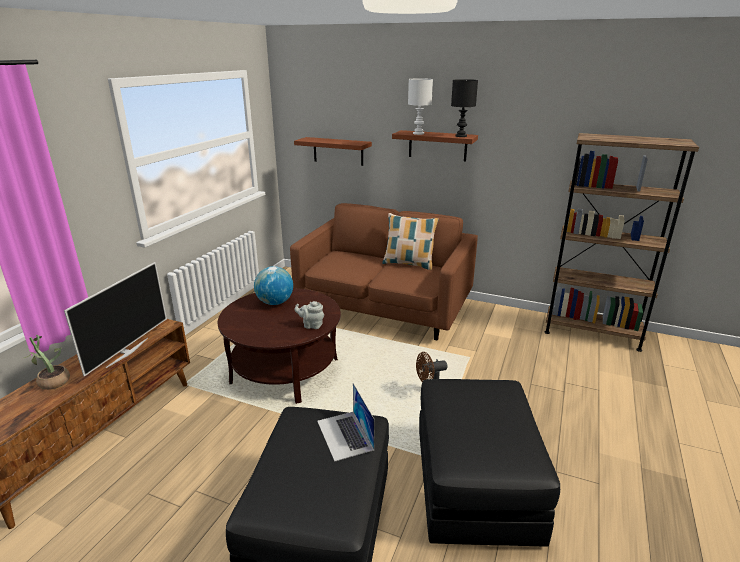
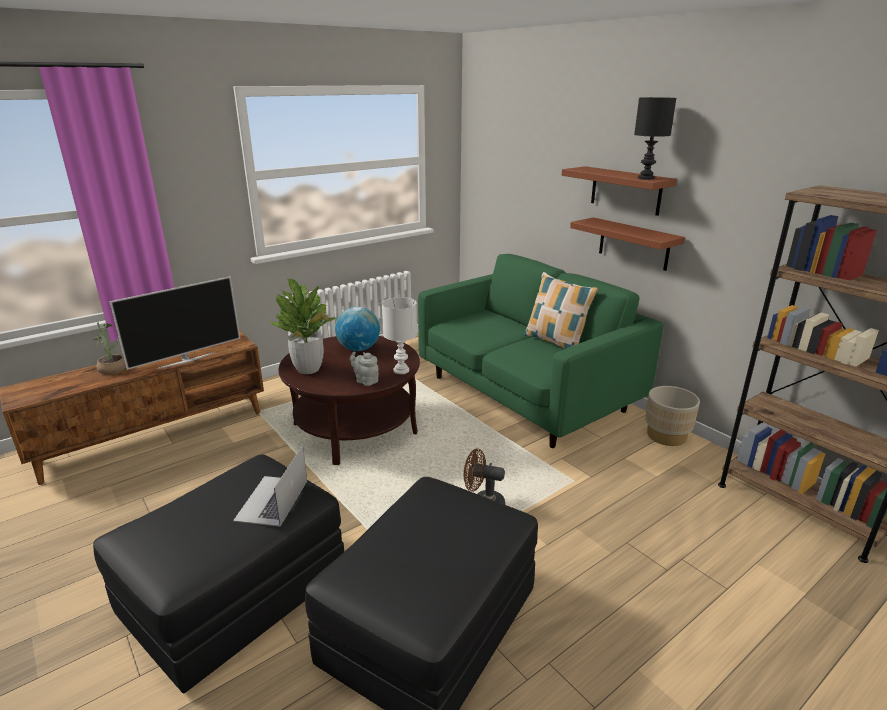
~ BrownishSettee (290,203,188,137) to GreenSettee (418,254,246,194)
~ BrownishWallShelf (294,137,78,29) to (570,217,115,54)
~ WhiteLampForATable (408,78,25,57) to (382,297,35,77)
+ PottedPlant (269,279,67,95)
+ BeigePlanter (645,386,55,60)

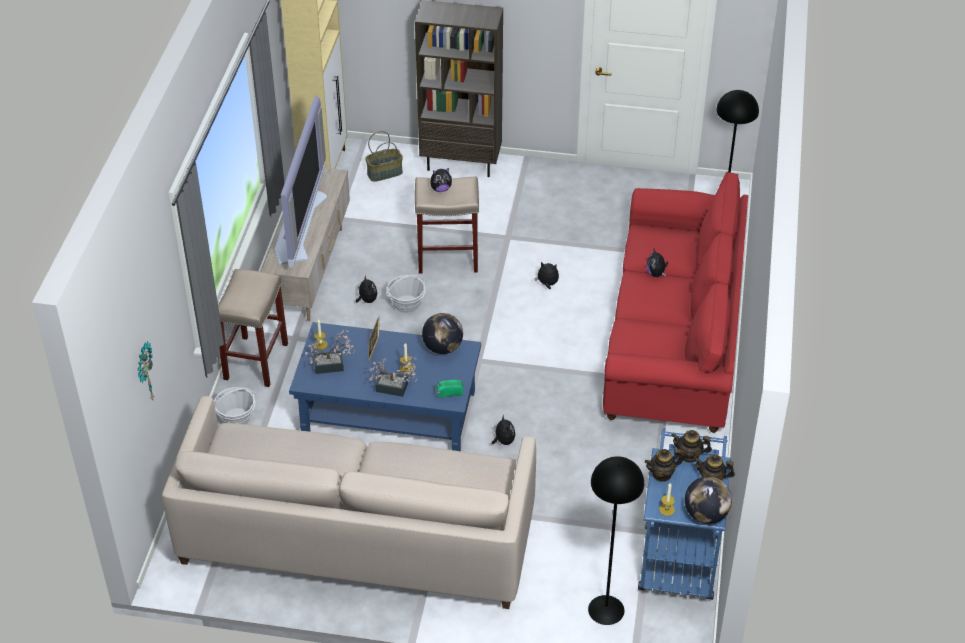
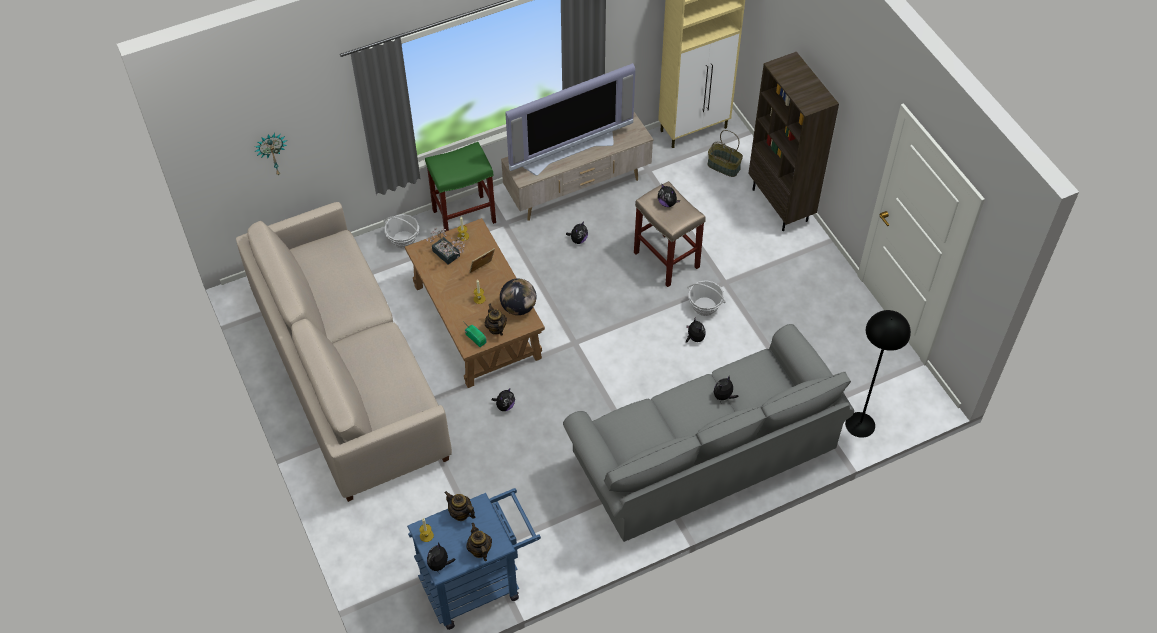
~ BeigeSittingStool (218,269,70,118) to GreenSittingStool (425,142,71,90)
~ BluishLoungeTable (289,322,192,129) to BrownishLoungeTable (405,218,140,170)
- PottedPlant (369,356,48,41)
~ HouseholdBasket (386,275,40,38) to (687,280,39,36)
- BlackStandardLamp (588,456,56,169)
~ RedSettee (603,172,145,261) to GraySettee (563,324,291,218)
~ PotForTea (671,430,41,33) to (485,304,22,32)
~ WorldGlobe (685,476,47,48) to CuddlyToy (427,542,29,29)

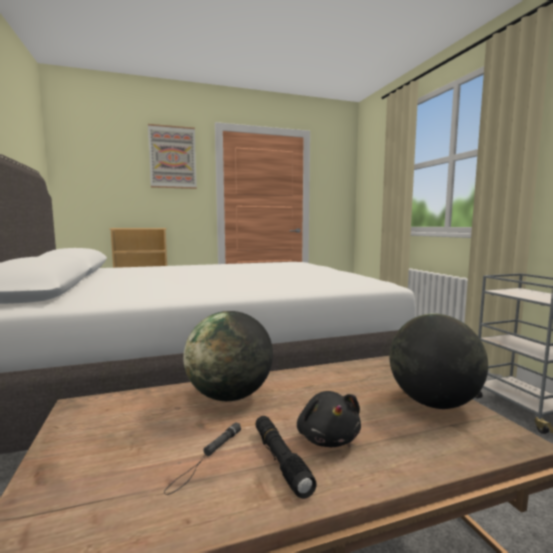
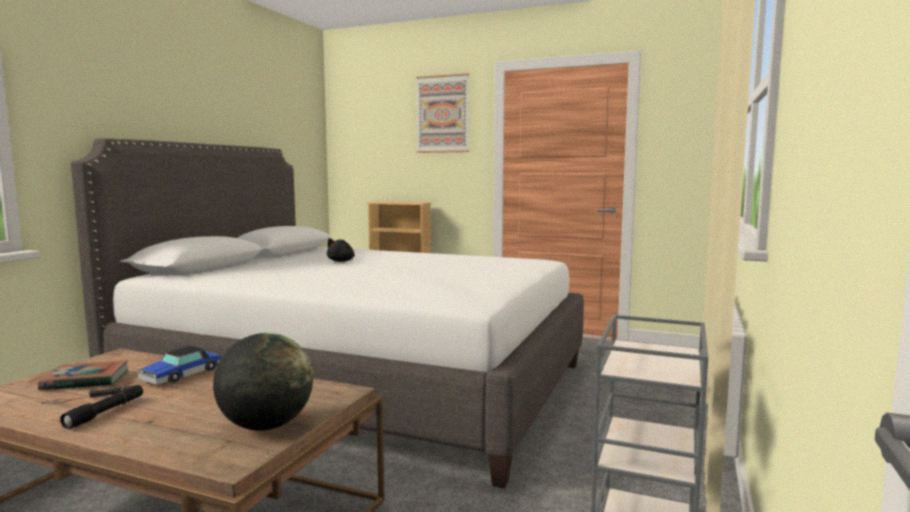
~ WorldGlobe (183,311,90,90) to ModelCar (138,346,83,39)
~ BlackCuddlyToy (297,391,64,56) to (327,238,28,24)
+ BoundBook (38,360,90,30)

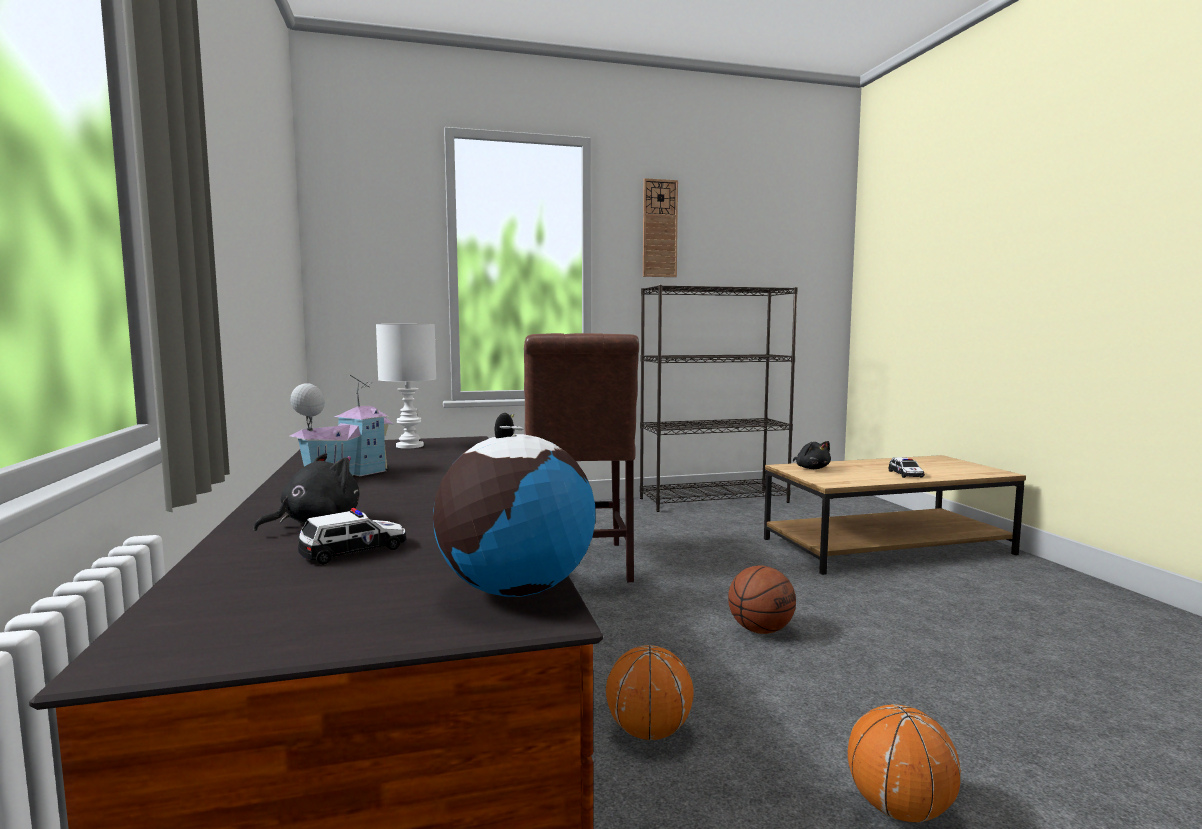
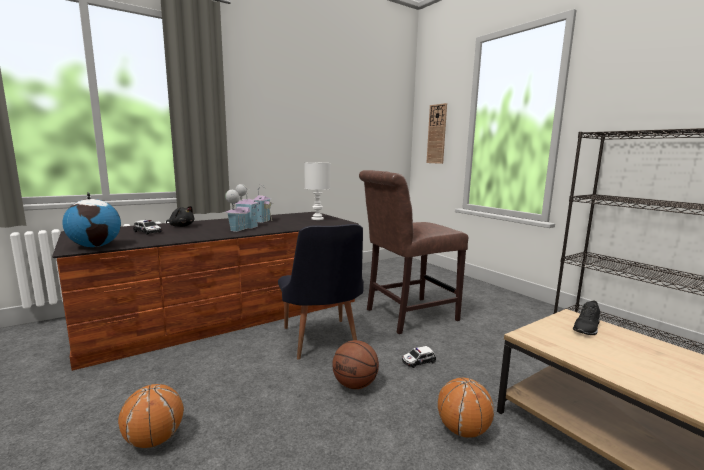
~ BasketballBall (606,645,88,95) to (438,378,56,60)
~ WallClock (643,178,35,99) to (427,103,20,61)
~ BlackCuddlyToy (793,441,38,28) to BlackShoe (573,301,27,34)
~ ModelCar (888,457,37,21) to (402,346,34,22)
+ ModelHouse (225,185,33,47)
+ BlackPlainChair (278,224,86,135)

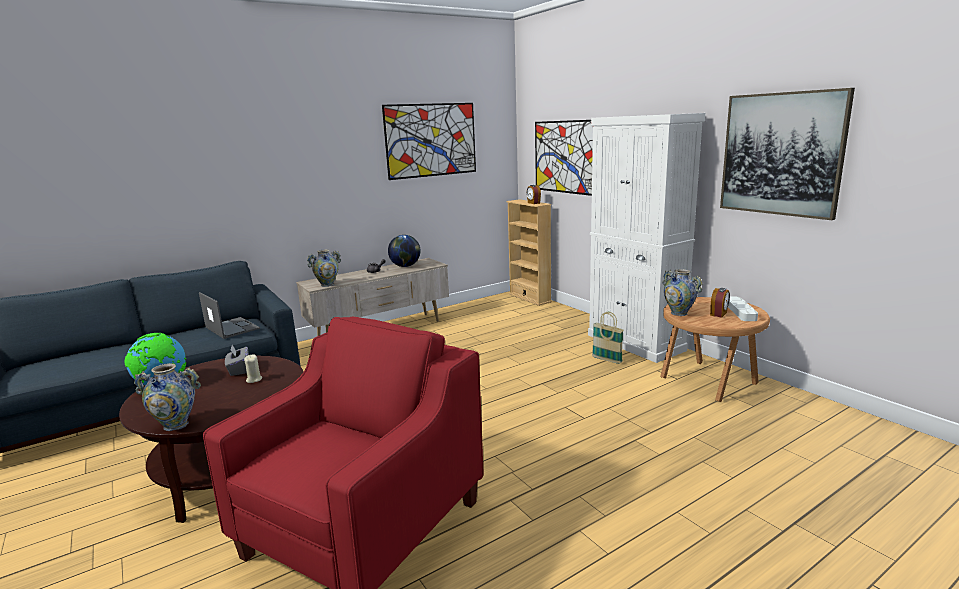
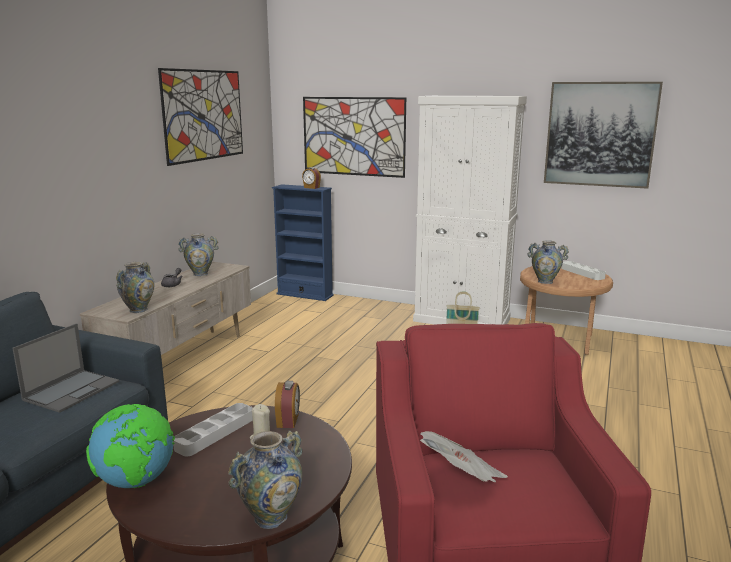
~ PortableComputer (199,292,61,47) = (12,323,107,90) 105 degrees clockwise
~ GrayTissueHolder (225,345,24,31) to GrayTray (173,403,80,53)
~ WorldGlobe (388,235,32,32) to Vase (178,233,40,43)
~ BeigeBookshelf (506,199,46,107) to BluishBookshelf (272,184,62,117)
~ BedsideClock (710,288,20,29) to (275,381,25,47)
+ PrintedPaper (420,431,88,51)

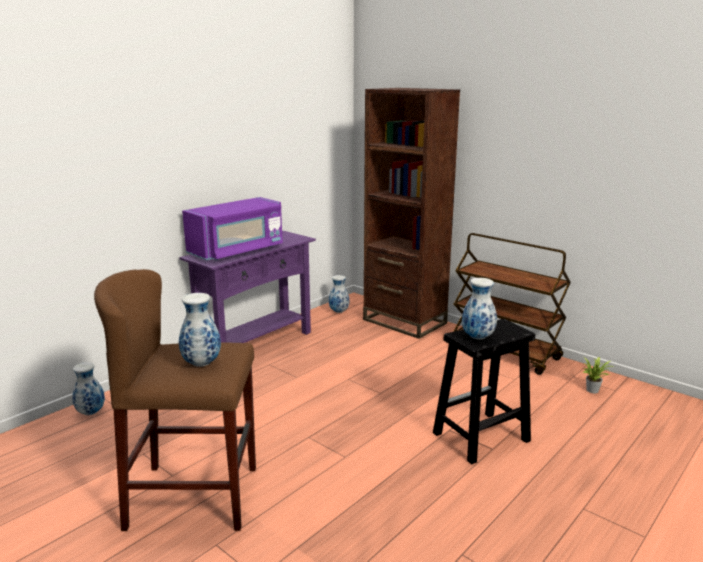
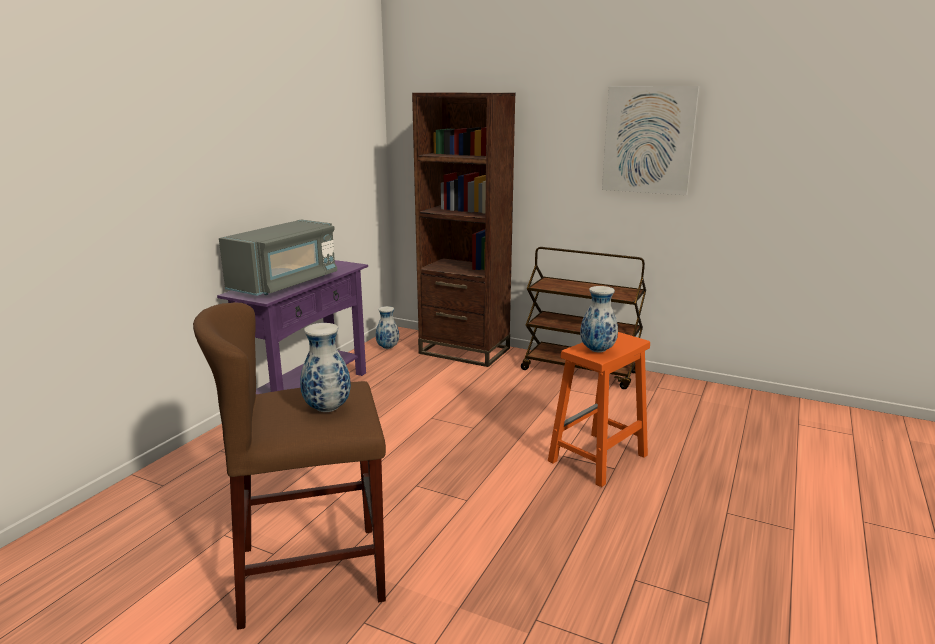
- Vase (72,362,33,53)
~ PurpleKitchenMicrowave (182,197,101,63) to GrayKitchenMicrowave (219,219,118,77)
~ BlackSittingStool (433,319,102,145) to OrangeSittingStool (548,332,102,155)
- PottedPlant (583,357,31,36)
+ WallPicture (602,86,98,109)

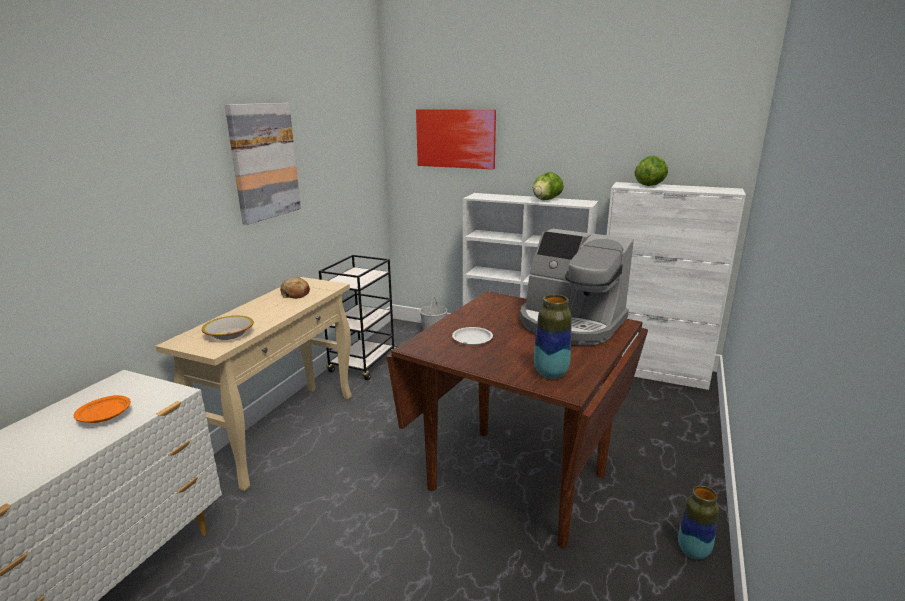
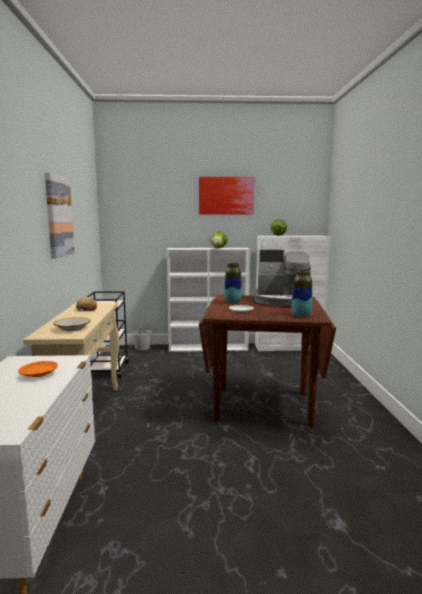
~ WallPicture (416,109,80,60) to (199,177,55,38)
~ Vase (678,486,41,74) to (224,263,18,40)

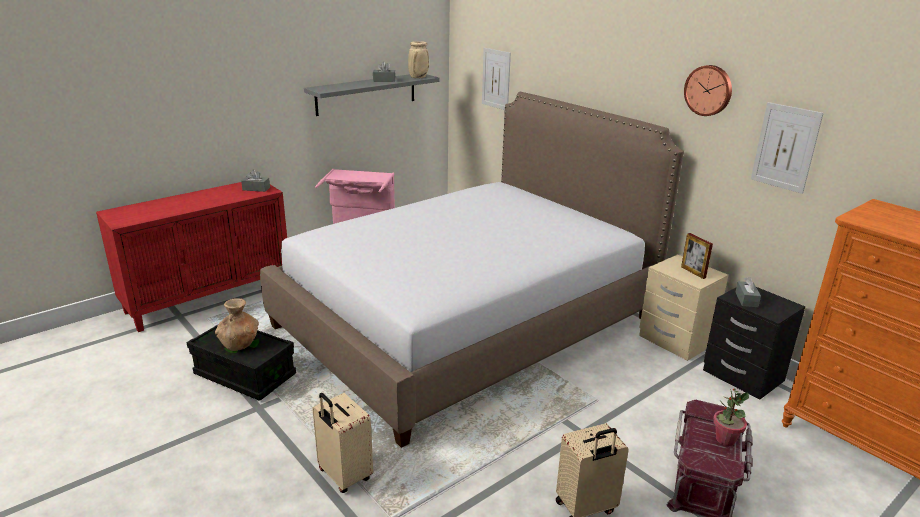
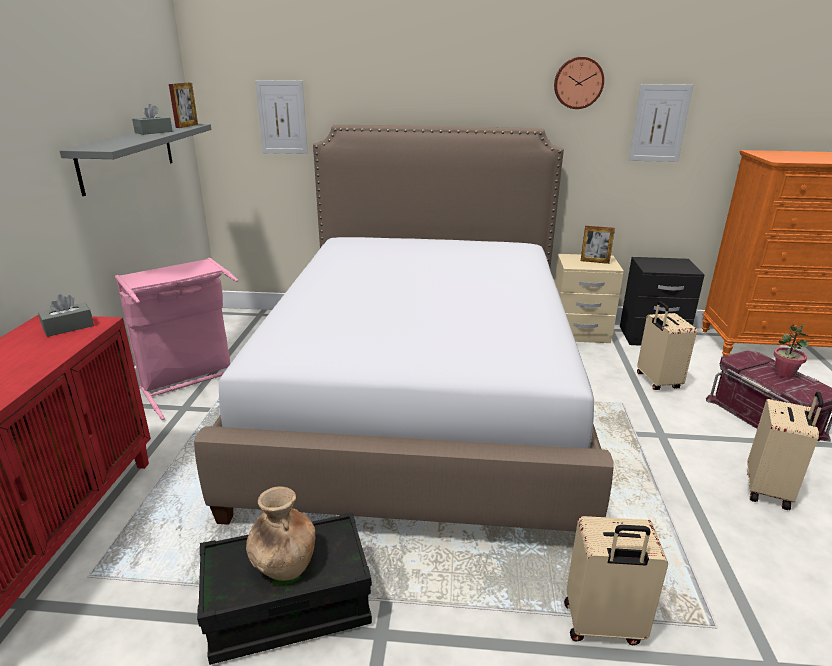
~ BeigeVase (408,41,21,37) to StandingFrame (169,83,29,45)
- GrayTissueHolder (736,277,25,30)
+ BeigePieceOfLuggage (637,301,60,89)

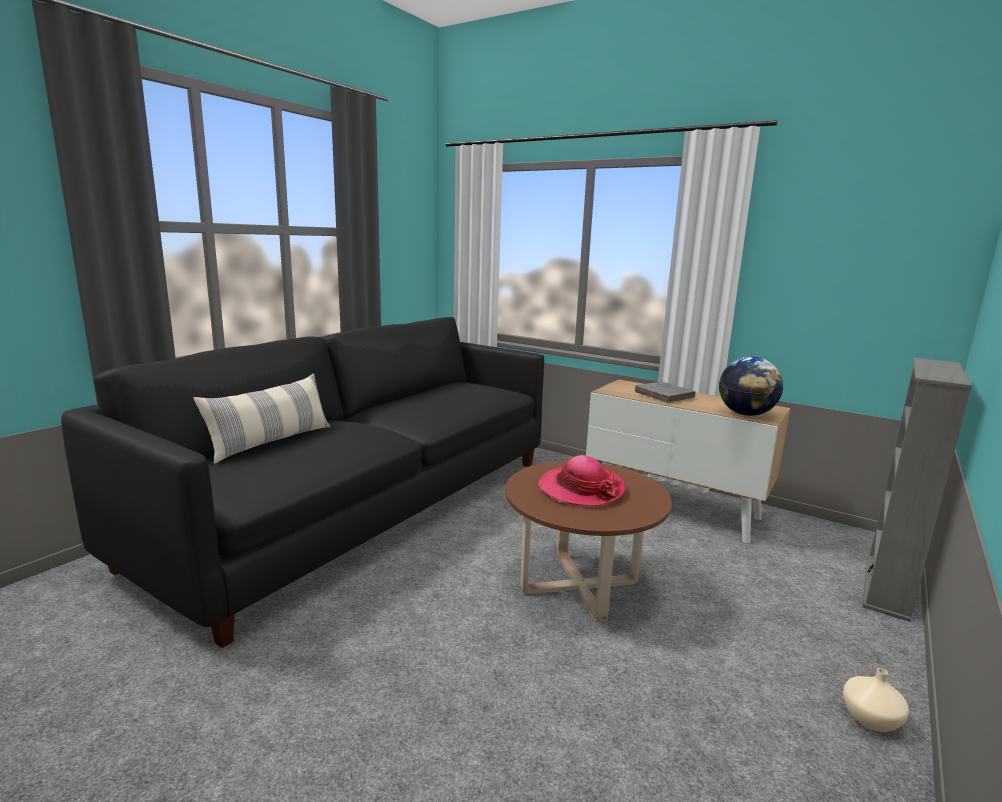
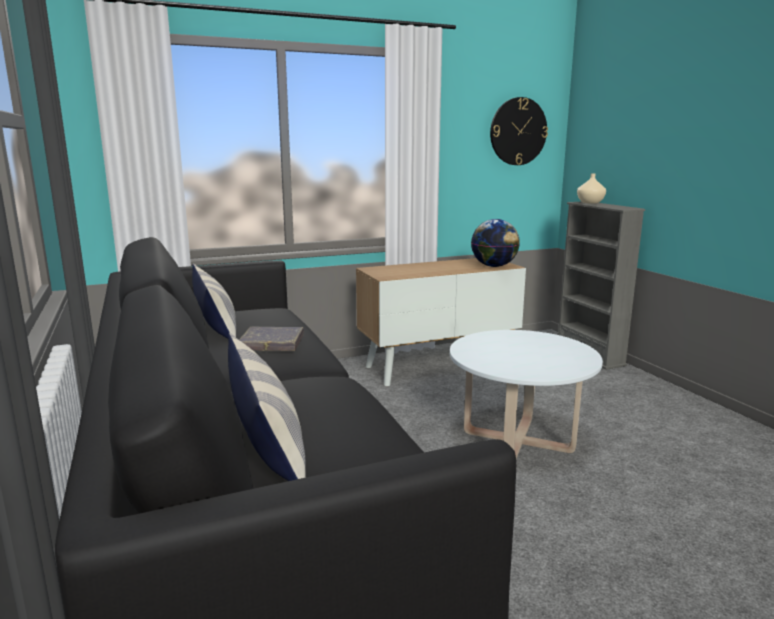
~ BrownishLoungeTable (505,461,167,161) to WhiteLoungeTable (450,330,153,129)
- Hat (538,455,88,51)
~ GrayBoundBook (635,382,61,20) to (239,327,65,24)
~ BeigeVase (843,668,66,64) to (577,173,29,31)
+ ThrowPillow (192,264,44,75)
+ WallClock (490,97,58,68)

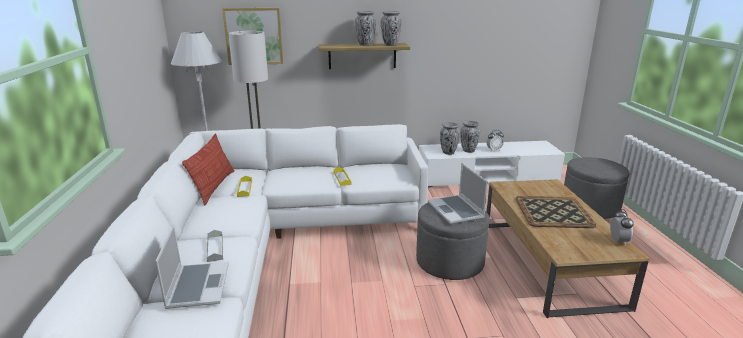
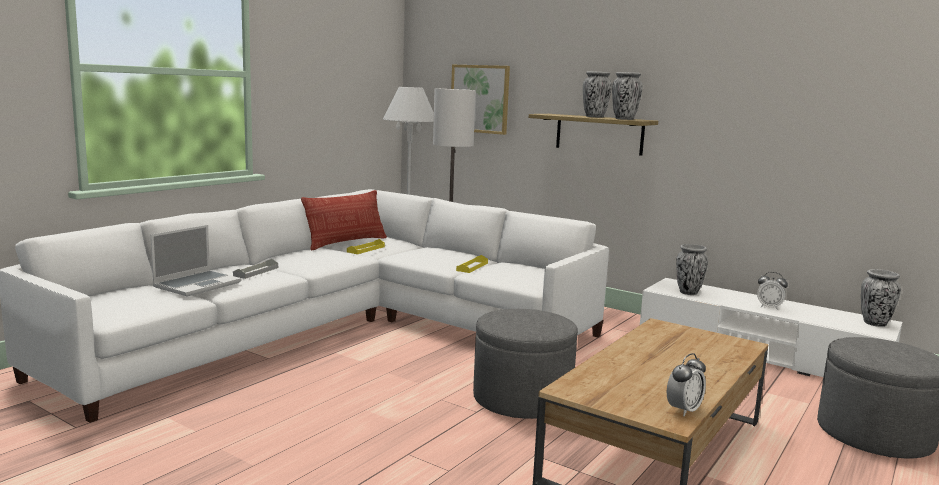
- PortableComputer (428,163,60,61)
~ Vase (460,120,20,33) to (861,269,40,58)
- Tray (516,196,81,32)

